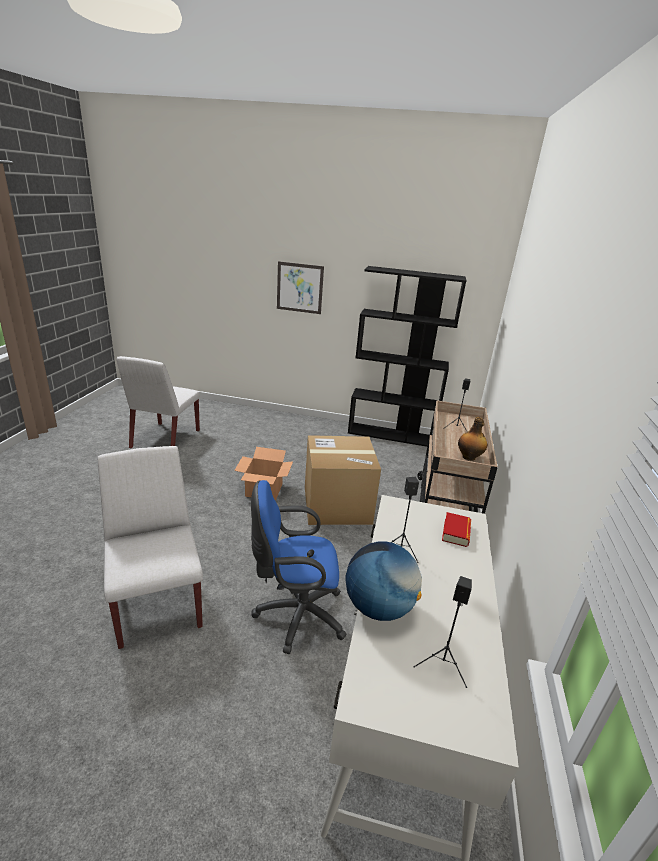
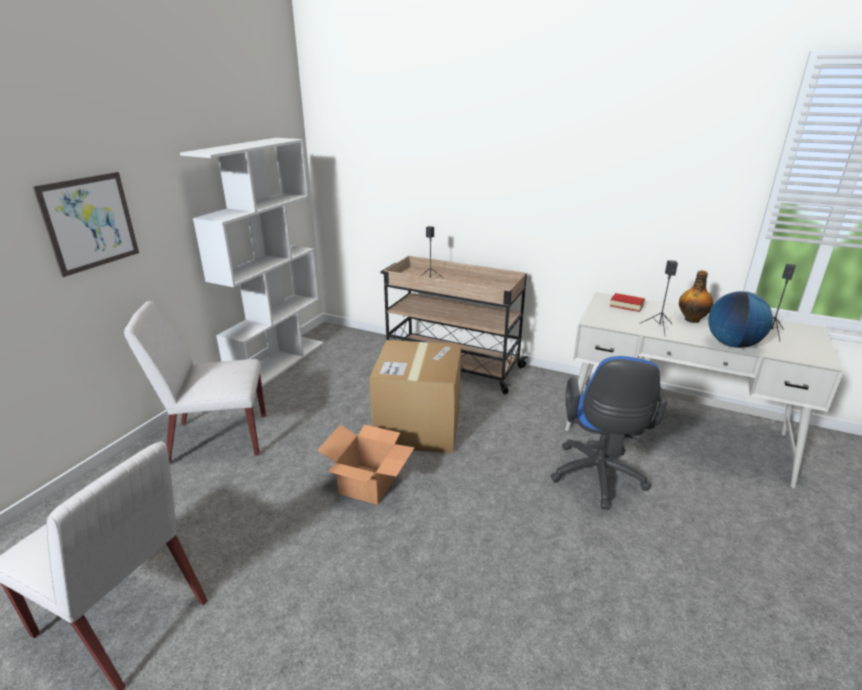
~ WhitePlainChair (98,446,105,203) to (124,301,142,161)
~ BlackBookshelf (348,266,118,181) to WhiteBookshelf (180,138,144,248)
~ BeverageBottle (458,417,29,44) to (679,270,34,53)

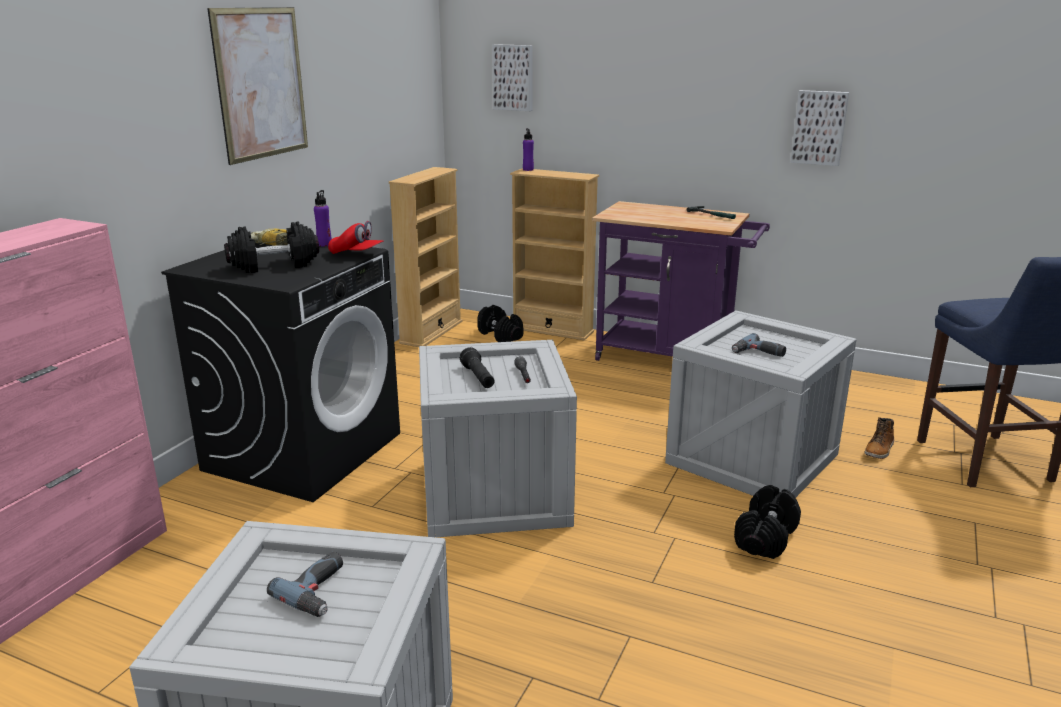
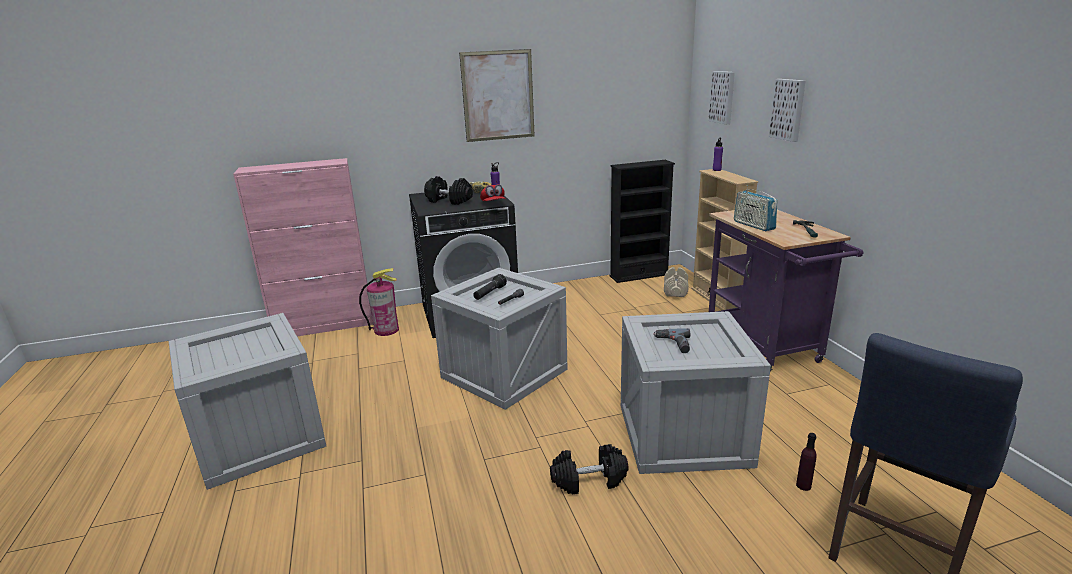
- ElectricDrill (267,552,76,65)
~ BeigeBookshelf (389,167,74,180) to BlackBookshelf (610,160,65,123)
~ BlackDumbbell (477,305,47,37) to BeigeDumbbell (664,267,25,30)
~ WallPicture (791,90,58,76) to (769,79,37,63)
~ Boot (864,417,30,42) to PurpleBeverageBottle (796,433,20,58)
+ FireFightingCylinder (359,268,40,68)
+ RadioReceiver (734,185,44,46)

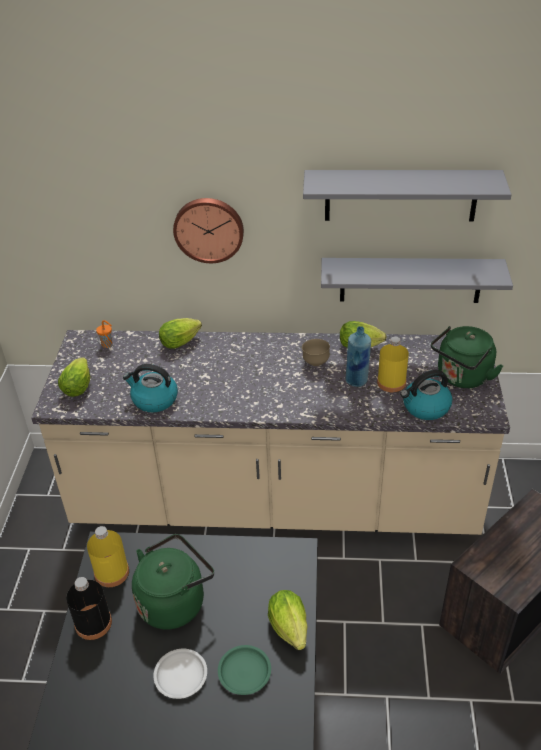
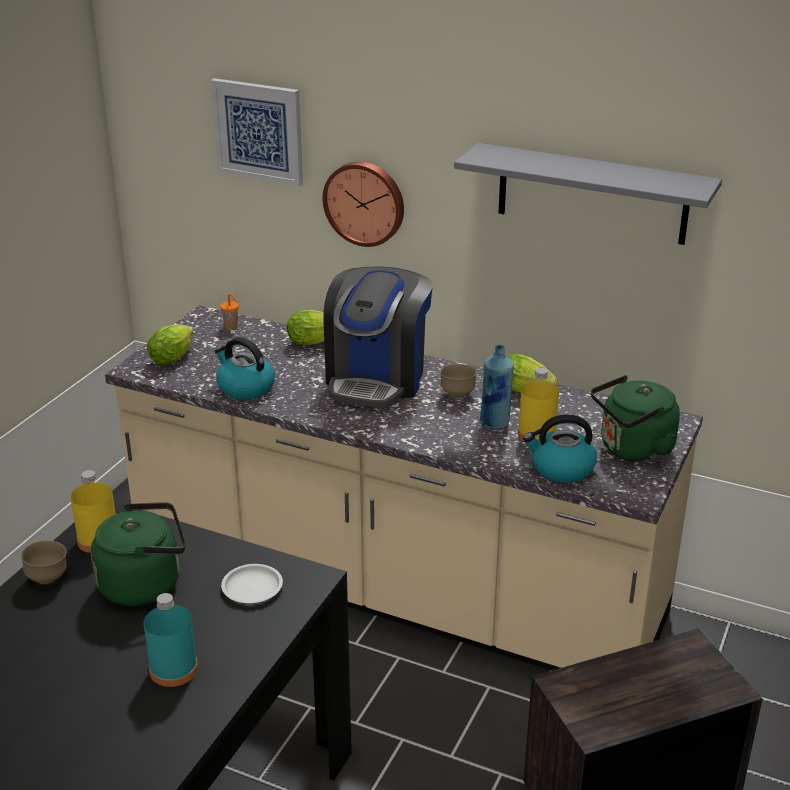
~ BlackBeverageBottle (66,577,46,63) to BrownishBowl (21,540,46,44)
~ WhitePlate (154,649,53,50) to (221,564,62,39)
~ GreenPlate (218,645,53,50) to TurquoiseColouredBeverageBottle (143,593,55,94)
- HeadOfLettuce (268,590,39,60)
- GrayWallShelf (321,258,192,45)
+ WallPicture (210,78,93,109)
+ CoffeeMachine (323,266,110,142)

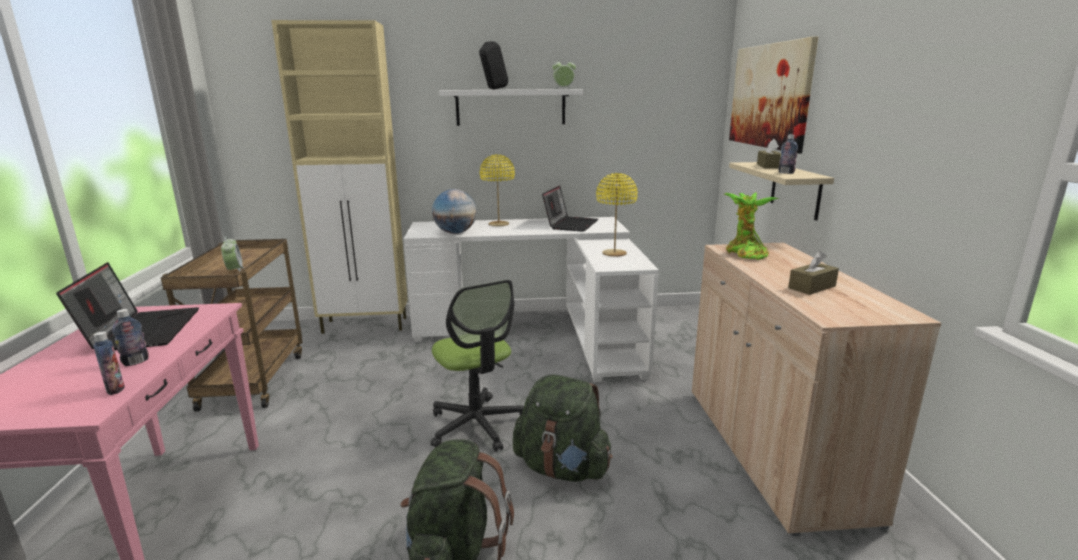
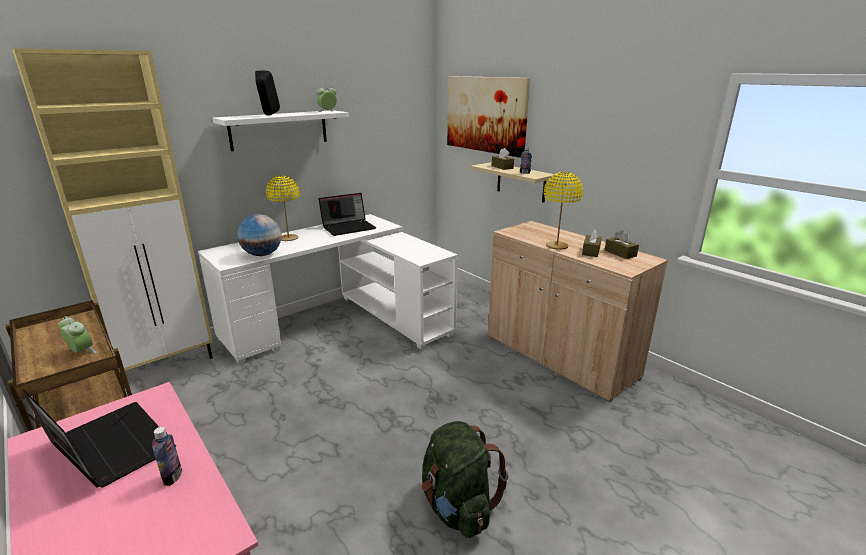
- BeverageBottle (93,331,32,64)
- DeskChair (430,280,94,172)
- GreenKnapsack (513,374,100,108)
~ PortableComputer (542,185,56,47) = (318,193,58,43) 75 degrees clockwise
~ YellowLampForATable (596,173,42,84) to (543,172,40,78)
- PottedPlant (724,192,56,68)
+ BrownishTissueHolder (605,230,34,29)

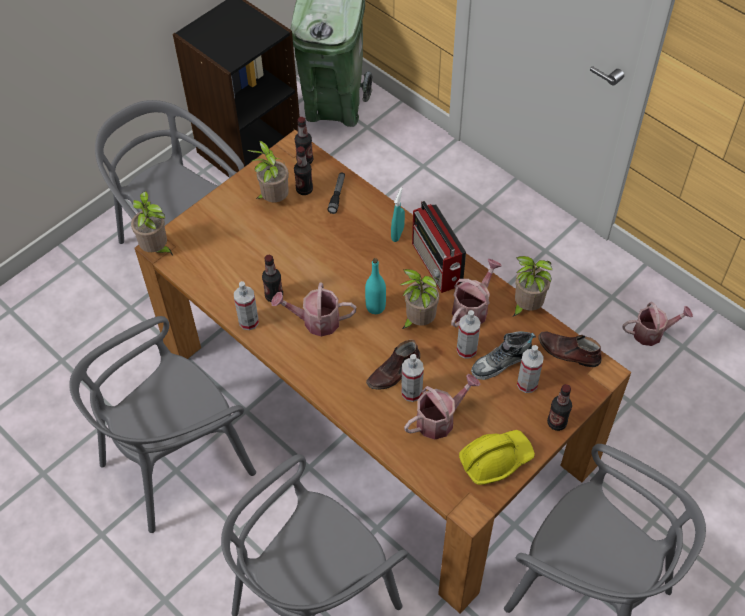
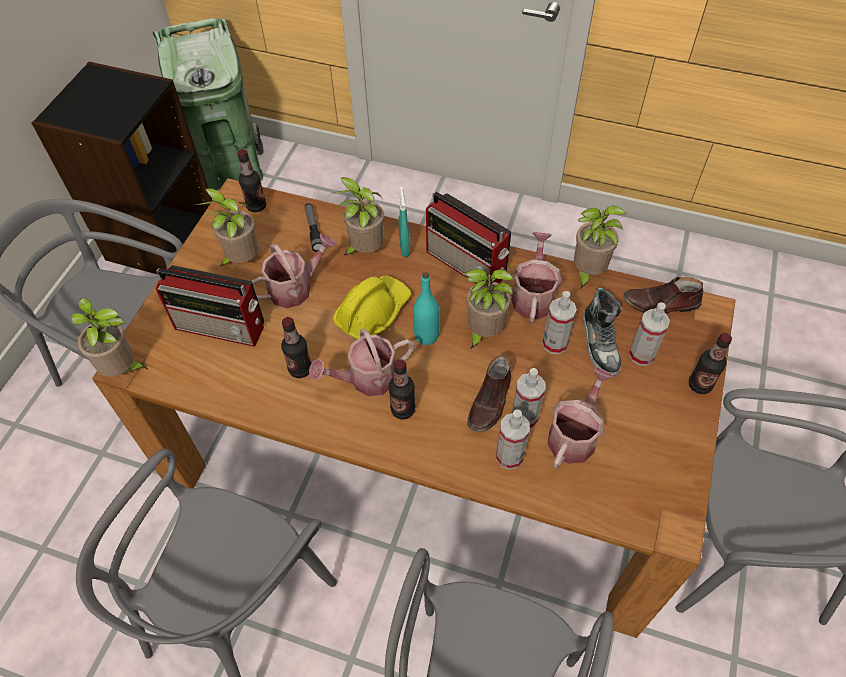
~ SprayBottle (234,281,25,49) to (496,409,34,61)
~ BeverageBottle (294,146,19,49) to (388,359,27,60)
~ YellowHardHat (459,430,76,55) to (333,276,78,64)
~ Shoe (471,332,65,48) = (583,288,39,88) 45 degrees counterclockwise
~ SprinklingCan (622,302,71,44) to (252,234,85,74)
+ RadioReceiver (155,265,109,82)
+ PottedPlant (333,177,51,79)

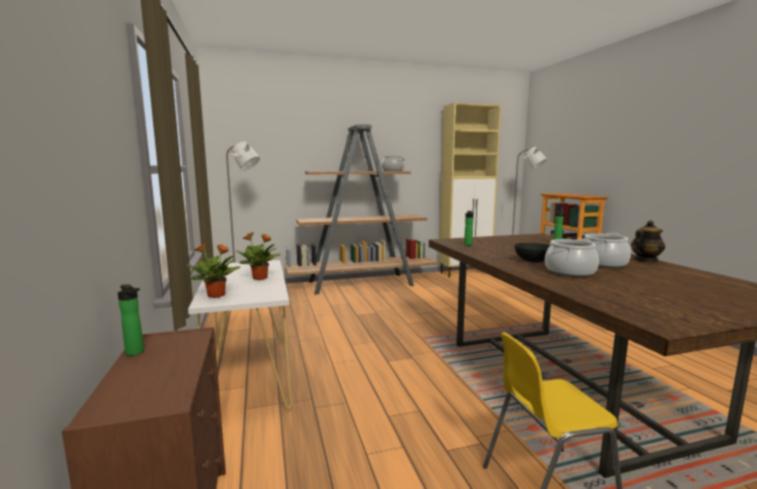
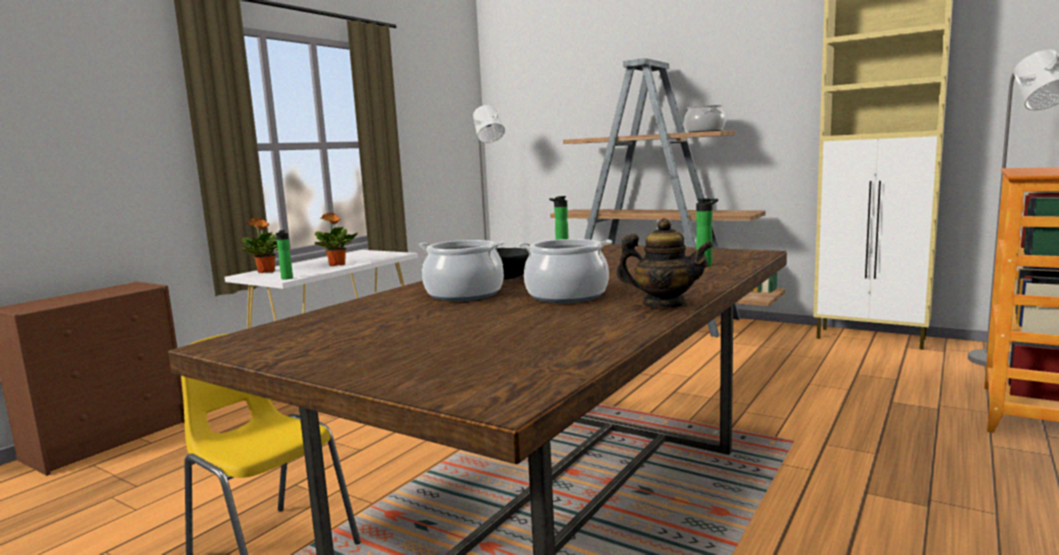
~ BeverageBottle (118,284,26,72) to (276,230,17,50)

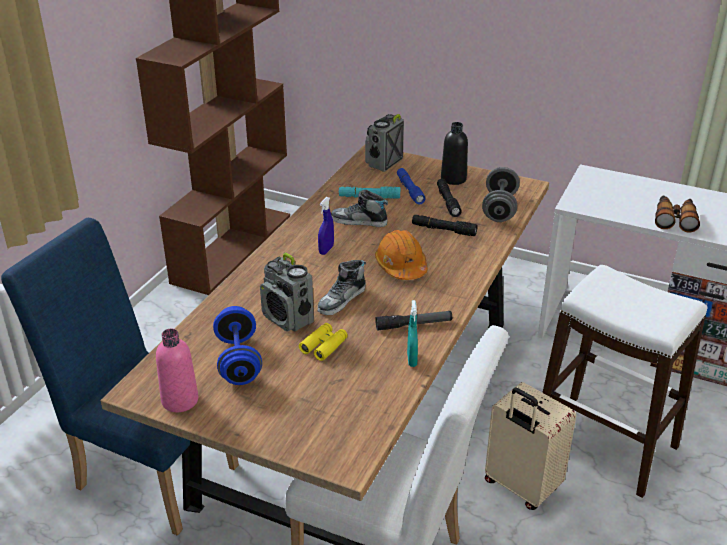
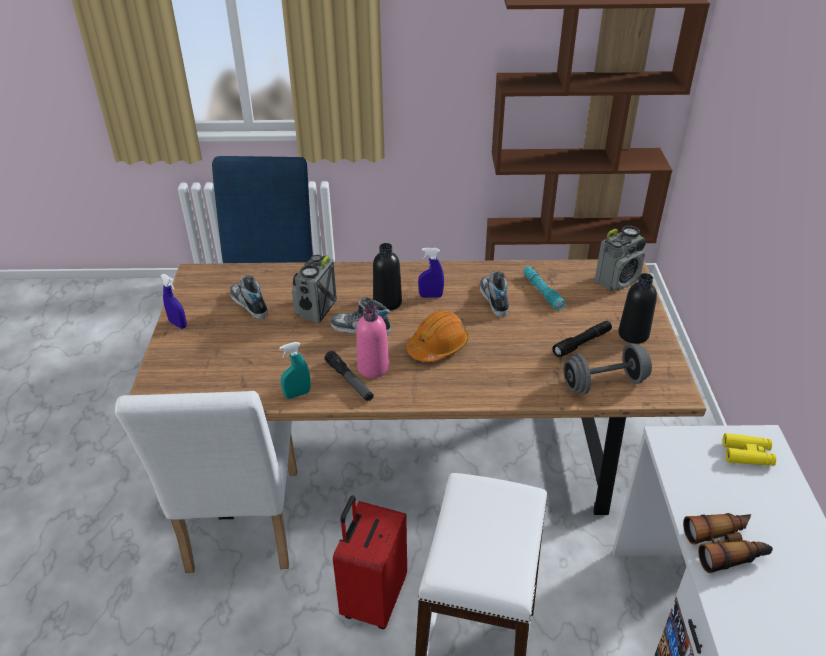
~ PinkishBeverageBottle (156,329,42,83) to (356,305,33,73)
~ BluishDumbbell (213,306,49,79) to Shoe (230,276,38,43)
~ YellowFieldGlasses (299,323,49,38) to (723,433,53,33)
~ RadioReceiver (365,114,39,58) = (594,226,52,65) 135 degrees clockwise
- BluishFlashlight (397,168,28,37)
- BlackFlashlight (412,215,66,21)
~ BeigePieceOfLuggage (485,382,91,128) to RedPieceOfLuggage (333,496,74,133)
+ BluishSprayBottle (160,274,27,55)
+ BlackBeverageBottle (373,243,29,68)

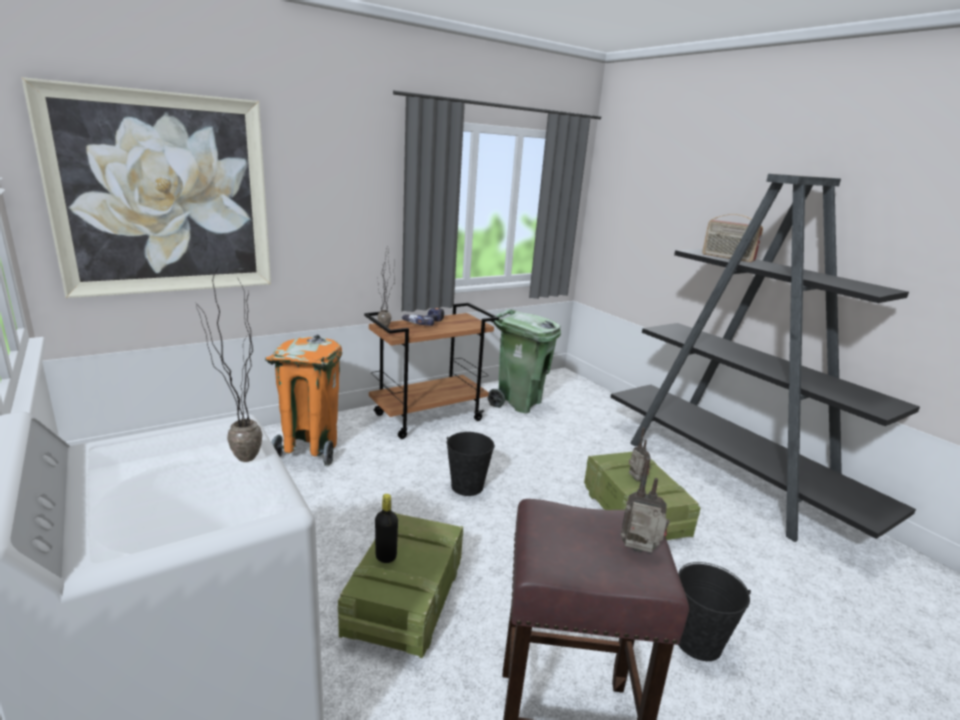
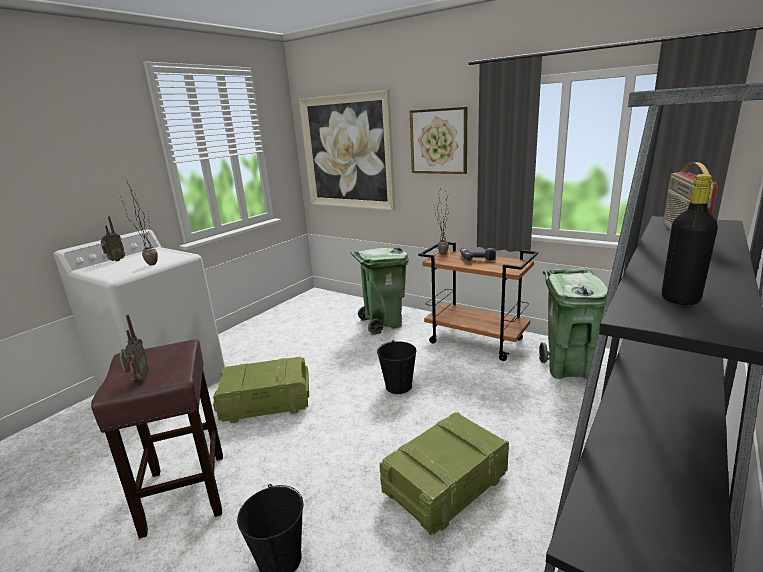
~ OrangeWasteBin (265,334,77,133) to GreenWasteBin (350,248,59,87)
~ BlackBeverageBottle (375,494,23,69) to (662,174,56,131)
~ RadioReceiver (629,427,21,54) to (100,216,25,45)
+ WallPicture (410,107,57,67)

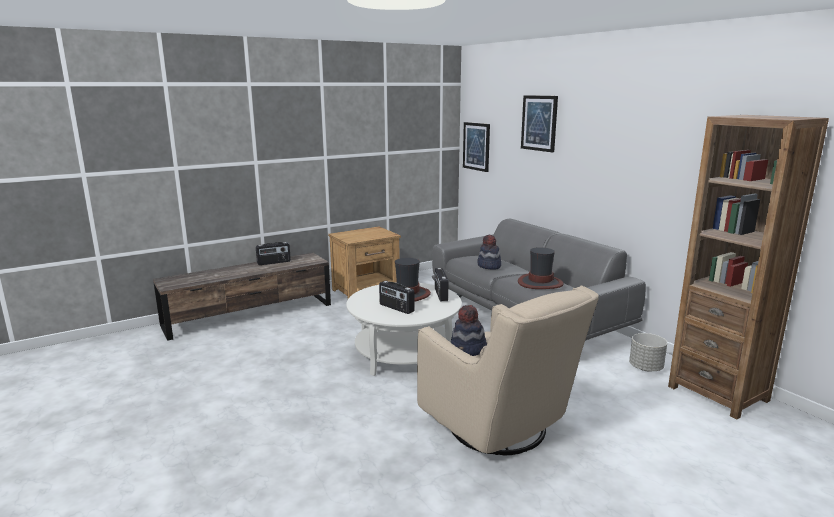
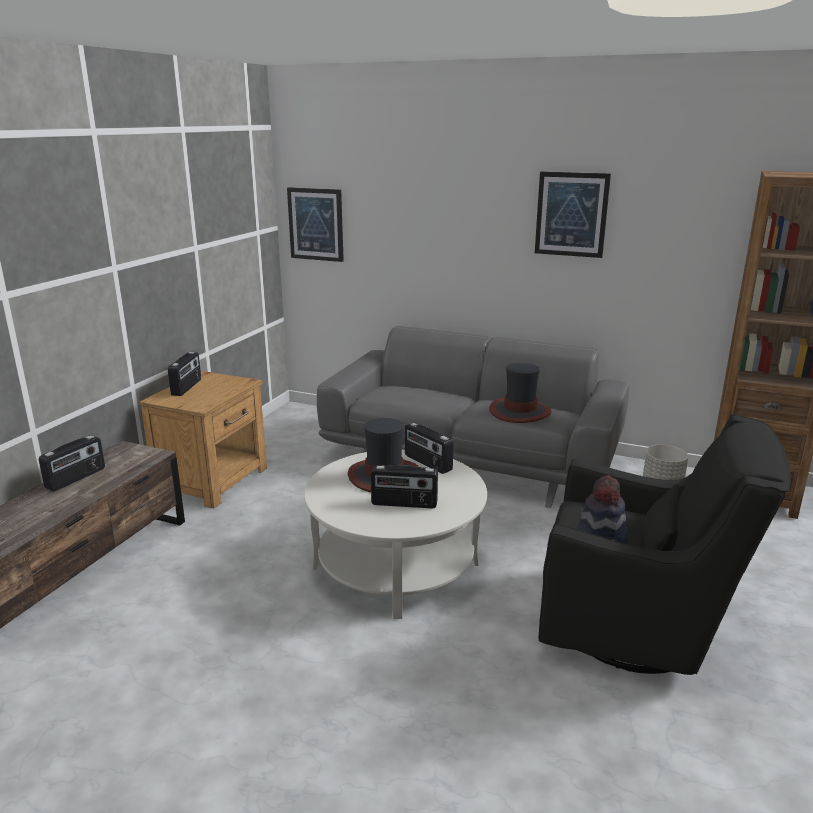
~ BeigeEasyChair (417,286,182,170) to BlackEasyChair (538,414,253,261)
- Hat (478,235,23,34)
~ WallPicture (521,95,37,57) to (535,172,76,86)
+ RadioReceiver (168,352,33,44)

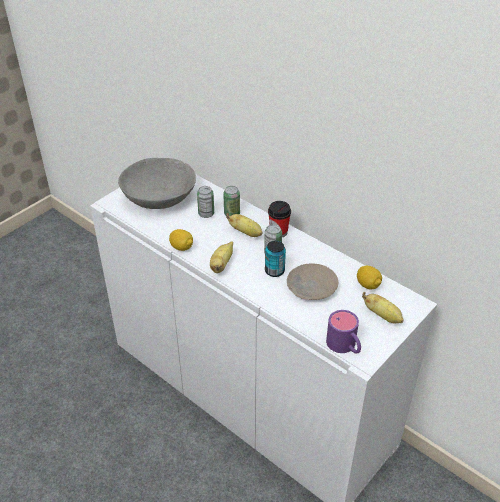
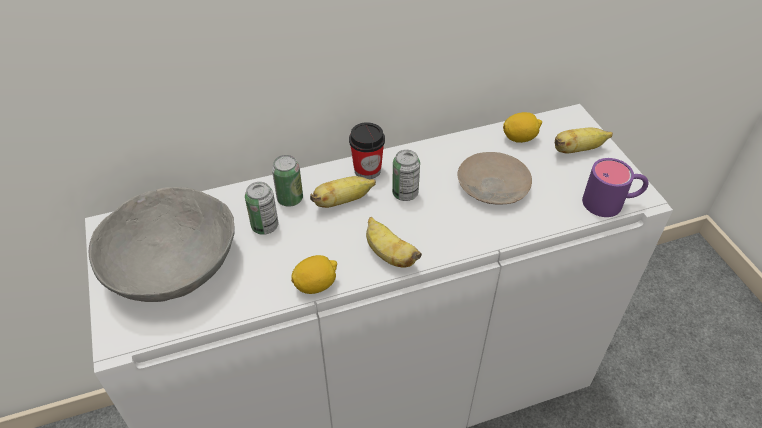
- SealedCan (265,240,21,37)

